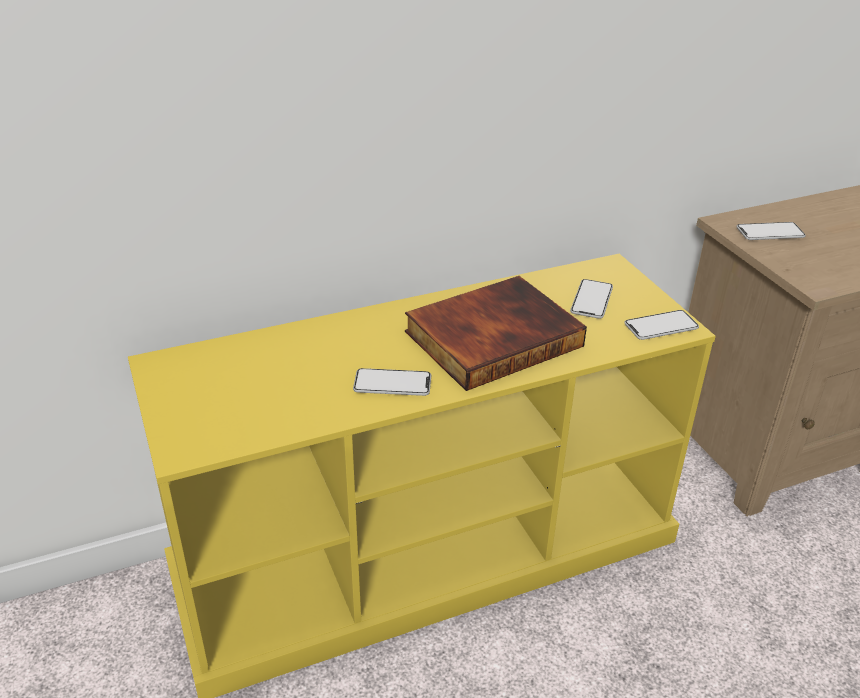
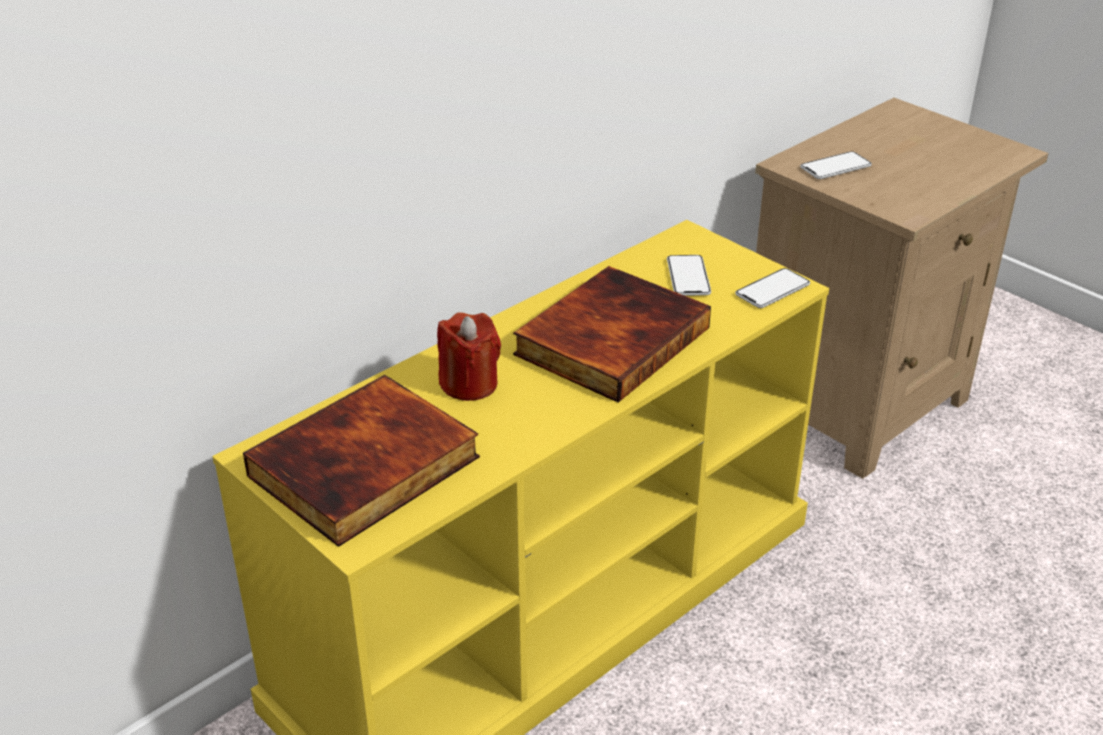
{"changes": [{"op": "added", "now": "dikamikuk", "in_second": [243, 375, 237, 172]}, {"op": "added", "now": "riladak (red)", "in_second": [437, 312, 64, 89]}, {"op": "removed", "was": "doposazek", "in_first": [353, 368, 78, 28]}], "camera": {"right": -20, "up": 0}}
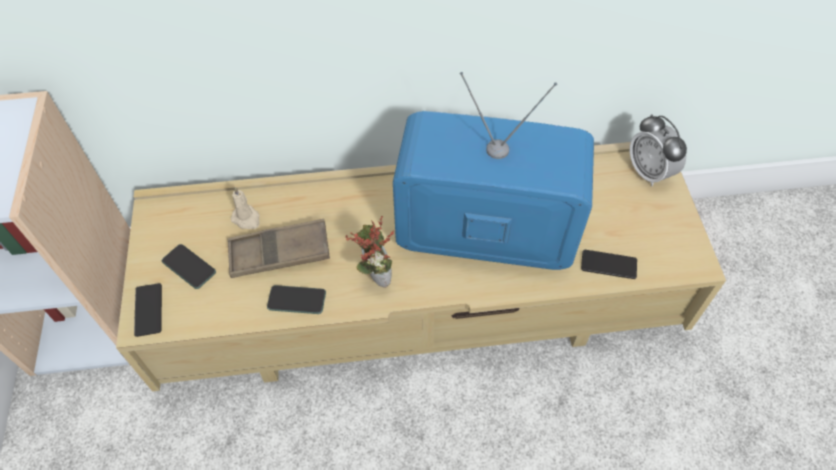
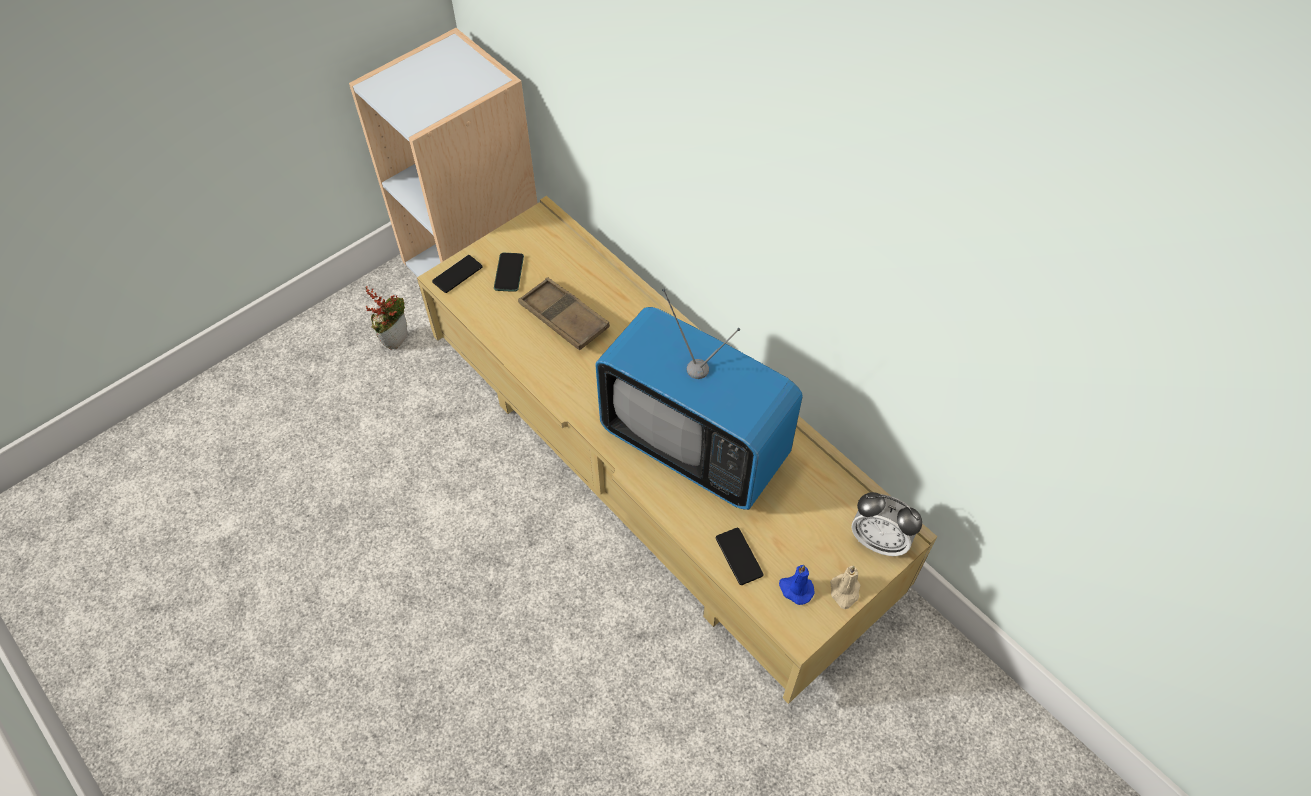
{"changes": [{"op": "moved", "was": "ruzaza", "in_first": [345, 216, 49, 72], "in_second": [365, 286, 42, 64]}, {"op": "turned", "was": "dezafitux", "in_first": [393, 72, 201, 198], "in_second": [595, 289, 208, 221], "clockwise": 150}, {"op": "added", "now": "riladak (blue)", "in_second": [779, 565, 36, 40]}, {"op": "moved", "was": "riladak (beige)", "in_first": [231, 187, 29, 42], "in_second": [830, 566, 30, 43]}, {"op": "turned", "was": "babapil", "in_first": [629, 114, 58, 73], "in_second": [851, 492, 71, 65], "clockwise": -90}, {"op": "removed", "was": "doposazek", "in_first": [267, 285, 59, 29]}], "camera": {"right": 55, "up": 0}}
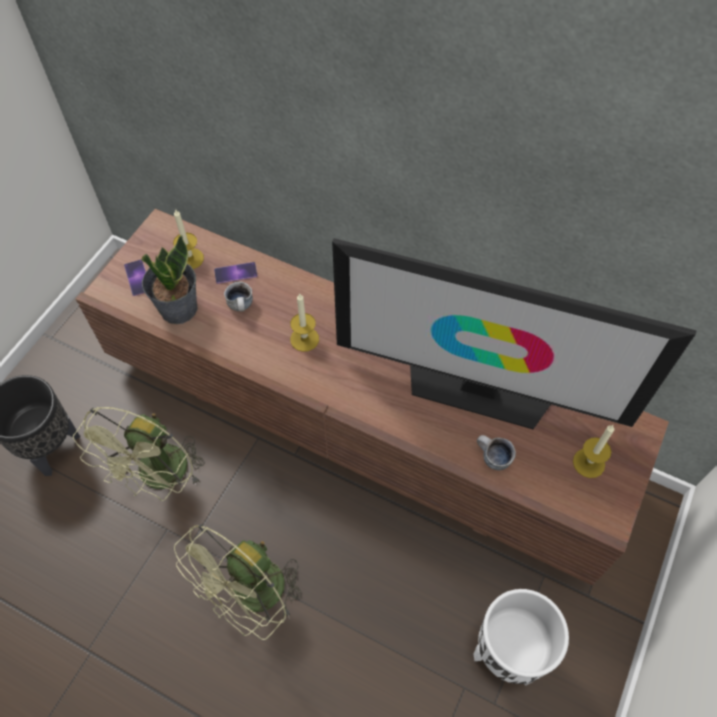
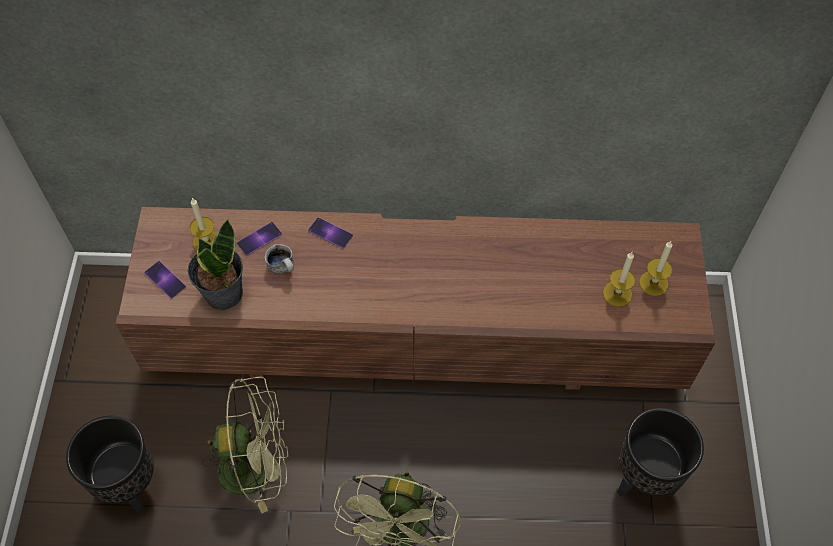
{"changes": [{"op": "turned", "was": "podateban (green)", "in_first": [73, 407, 132, 94], "in_second": [202, 377, 86, 137], "clockwise": -90}, {"op": "added", "now": "doposazek", "in_second": [308, 217, 45, 32]}, {"op": "moved", "was": "riladak", "in_first": [290, 293, 29, 59], "in_second": [603, 252, 32, 55]}, {"op": "recoloured", "was": "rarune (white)", "now": "rarune (black)", "in_first": [474, 589, 95, 97], "in_second": [617, 408, 87, 90]}, {"op": "removed", "was": "dezafitux", "in_first": [332, 238, 364, 191]}, {"op": "removed", "was": "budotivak", "in_first": [477, 435, 39, 35]}], "camera": {"right": -25, "up": 0}}
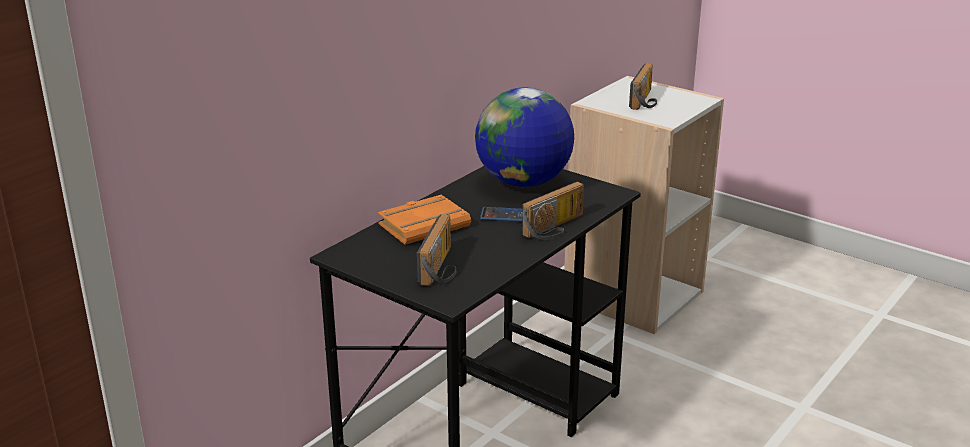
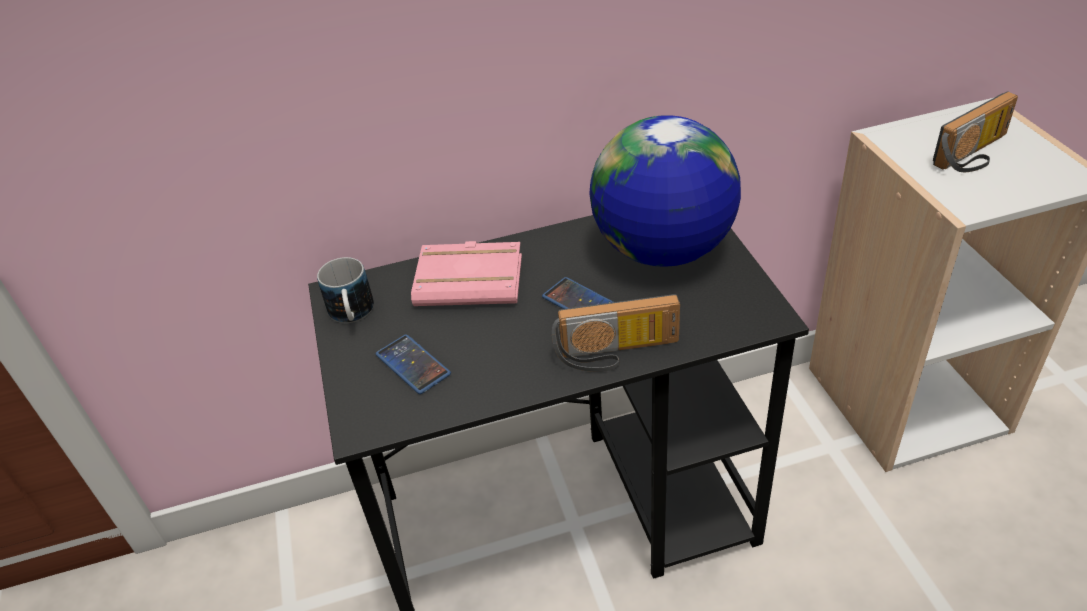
{"changes": [{"op": "added", "now": "budotivak", "in_second": [317, 257, 57, 66]}, {"op": "replaced", "was": "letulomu", "now": "doposazek", "in_first": [417, 214, 39, 72], "in_second": [376, 334, 75, 60]}, {"op": "recoloured", "was": "dikamikuk (orange)", "now": "dikamikuk (pink)", "in_first": [378, 195, 93, 50], "in_second": [411, 241, 111, 65]}], "camera": {"right": 40, "up": 15}}
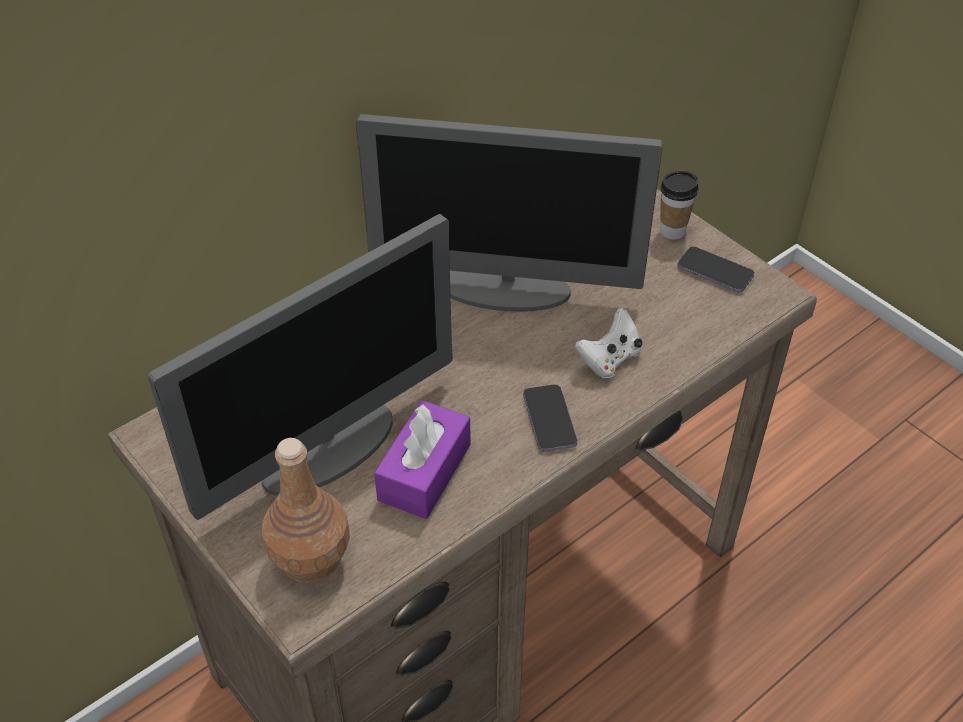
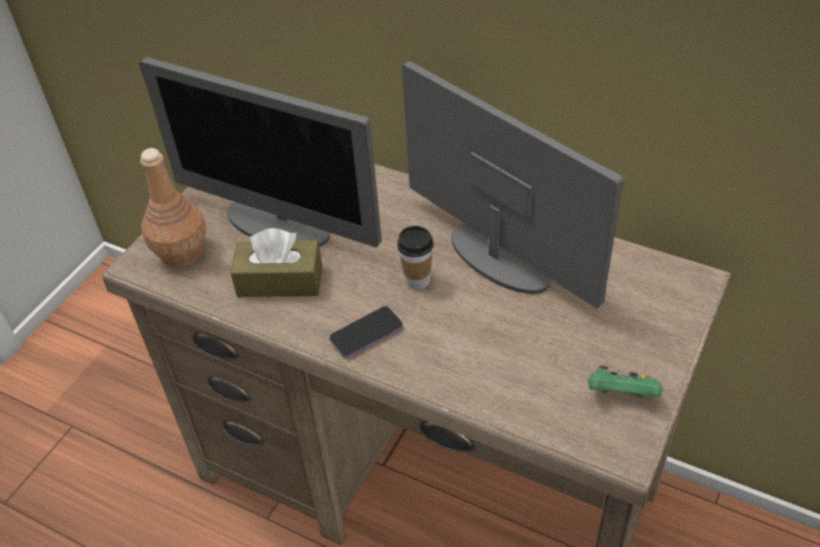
{"changes": [{"op": "recoloured", "was": "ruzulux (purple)", "now": "ruzulux (brown)", "in_first": [374, 400, 97, 119], "in_second": [231, 228, 91, 69]}, {"op": "moved", "was": "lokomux", "in_first": [660, 171, 39, 69], "in_second": [397, 226, 37, 64]}, {"op": "turned", "was": "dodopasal", "in_first": [356, 114, 307, 198], "in_second": [402, 61, 222, 247], "clockwise": 150}, {"op": "replaced", "was": "doposazek", "now": "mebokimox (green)", "in_first": [677, 247, 78, 46], "in_second": [588, 365, 74, 32]}, {"op": "removed", "was": "mebokimox (white)", "in_first": [575, 308, 67, 71]}], "camera": {"right": 70, "up": 0}}
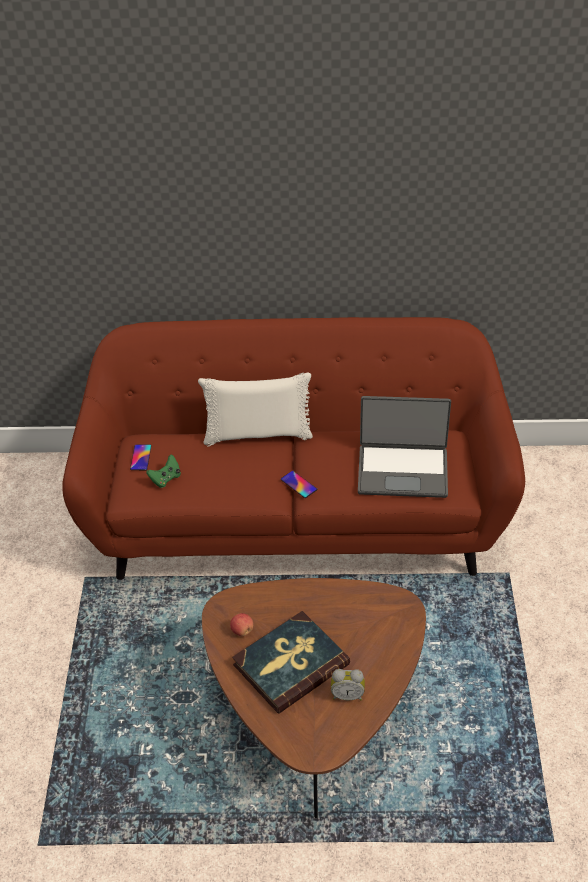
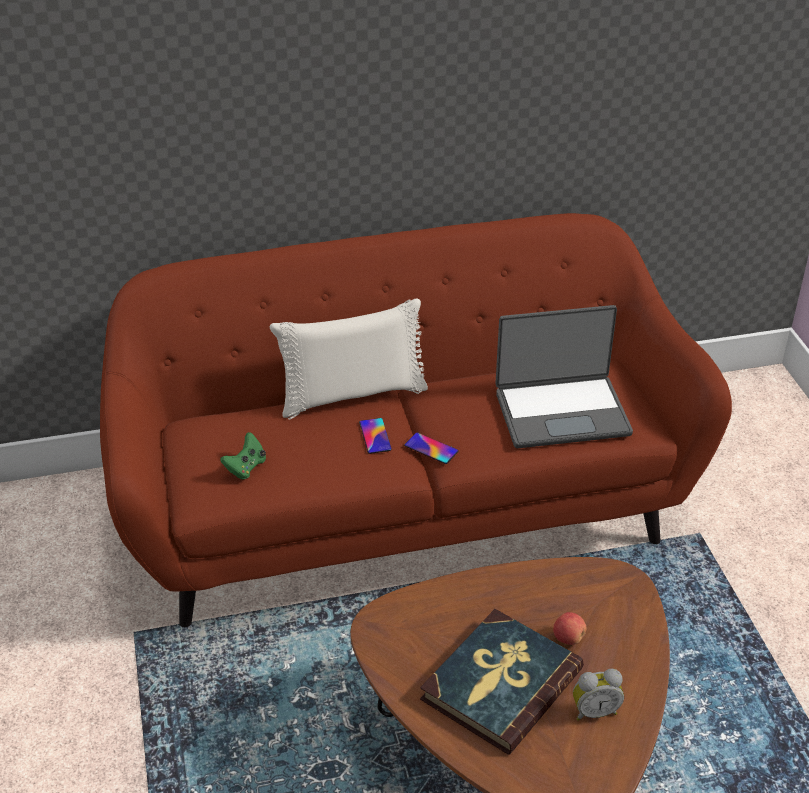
{"changes": [{"op": "moved", "was": "doposazek", "in_first": [130, 444, 21, 26], "in_second": [359, 418, 33, 36]}, {"op": "moved", "was": "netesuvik", "in_first": [230, 613, 23, 23], "in_second": [553, 612, 33, 33]}], "camera": {"right": -15, "up": -5}}
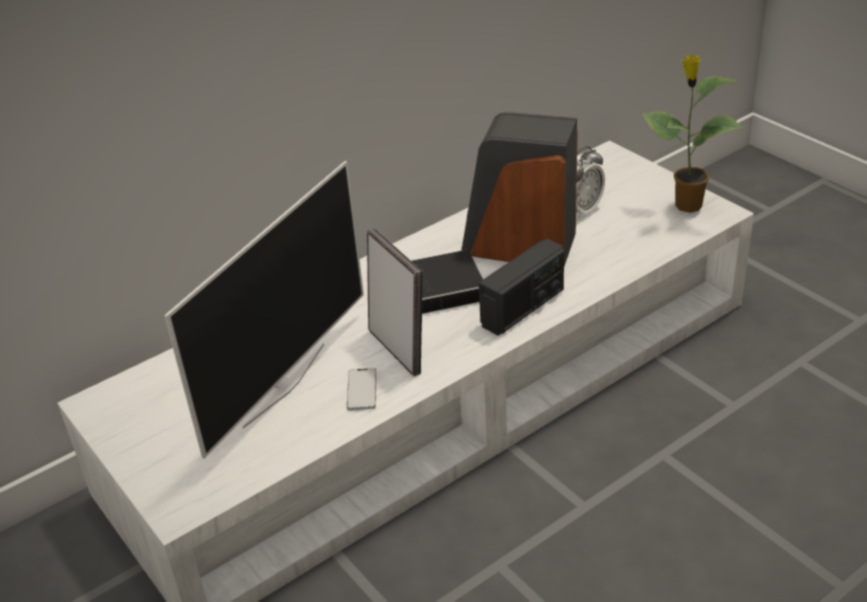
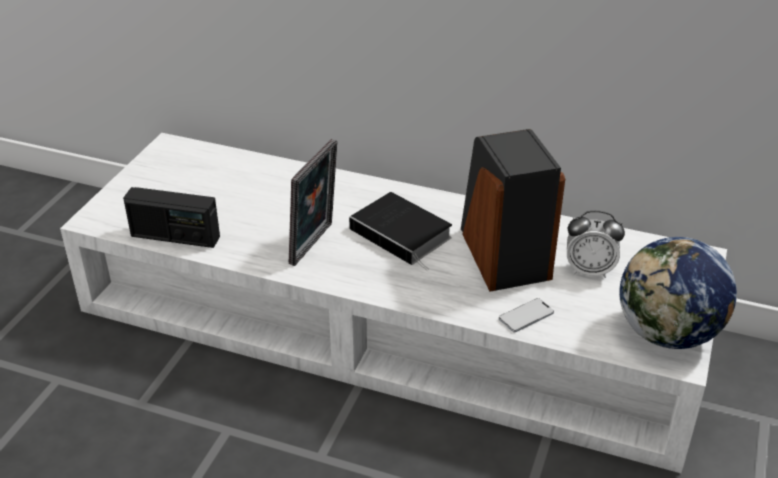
{"changes": [{"op": "moved", "was": "letulomu", "in_first": [479, 239, 85, 97], "in_second": [123, 187, 97, 61]}, {"op": "moved", "was": "doposazek", "in_first": [347, 368, 30, 43], "in_second": [499, 298, 55, 34]}, {"op": "replaced", "was": "ruzaza", "now": "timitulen", "in_first": [641, 55, 103, 158], "in_second": [619, 237, 118, 112]}, {"op": "removed", "was": "dezafitux", "in_first": [164, 161, 200, 298]}], "camera": {"right": 55, "up": 0}}
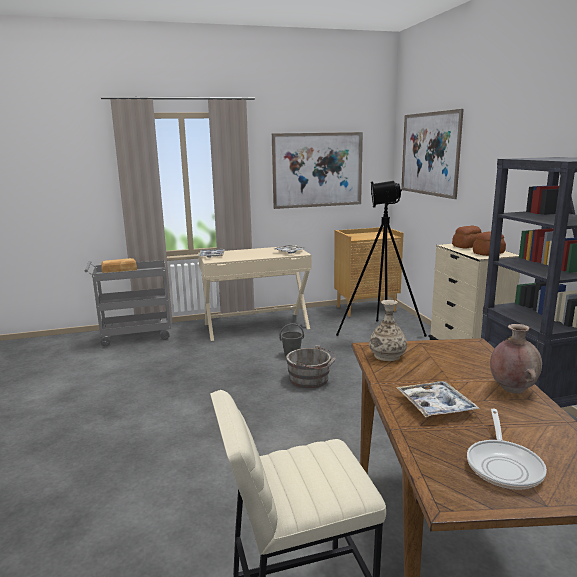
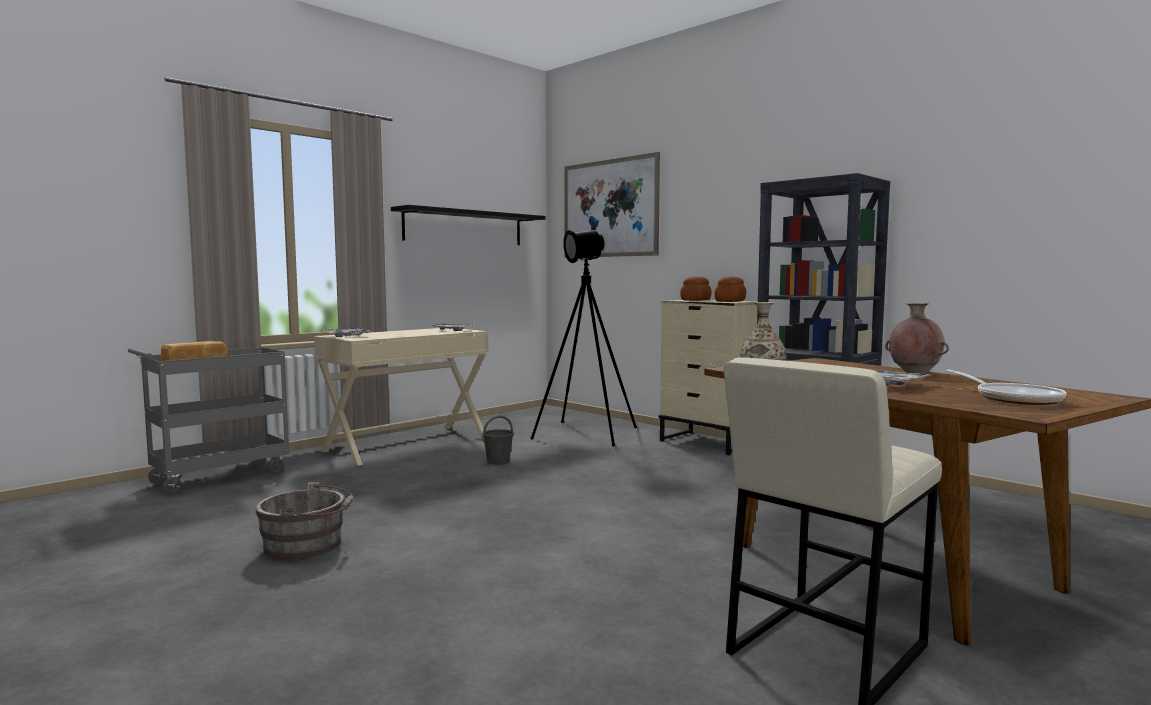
{"changes": [{"op": "moved", "was": "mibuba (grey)", "in_first": [286, 345, 50, 43], "in_second": [255, 482, 99, 78]}, {"op": "replaced", "was": "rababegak", "now": "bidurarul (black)", "in_first": [272, 132, 91, 77], "in_second": [391, 205, 155, 40]}, {"op": "removed", "was": "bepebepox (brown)", "in_first": [334, 227, 70, 90]}], "camera": {"right": -30, "up": -10}}
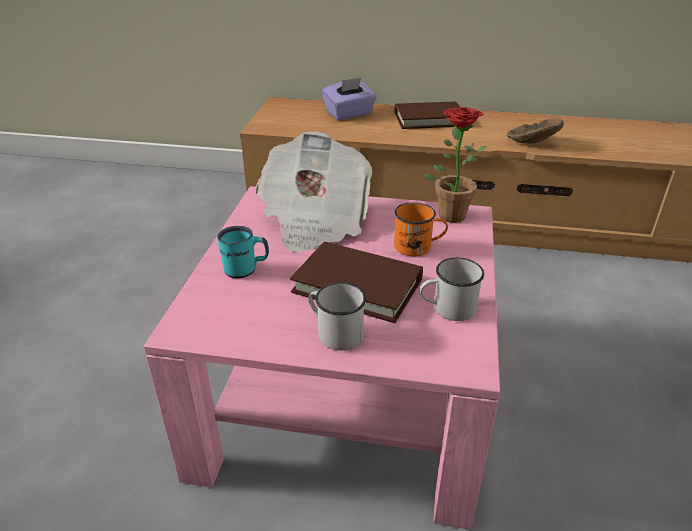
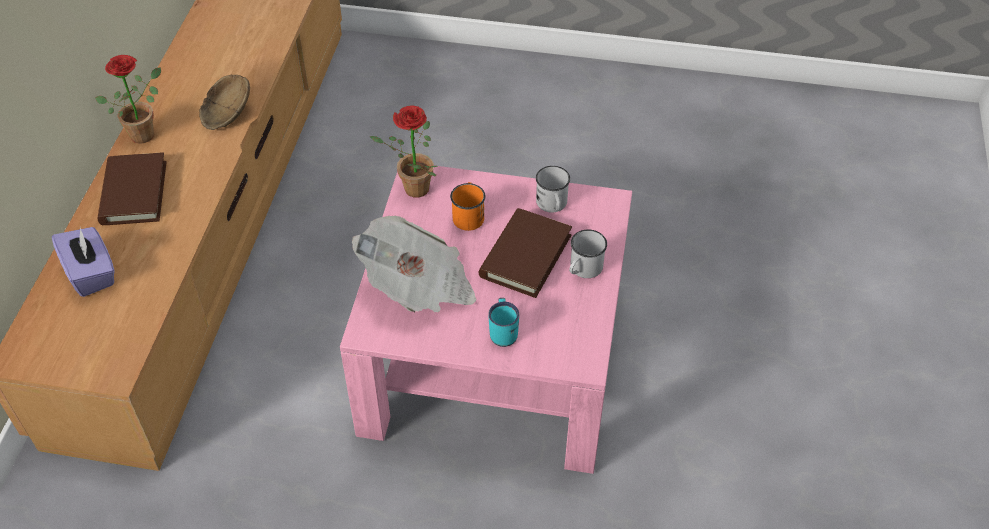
{"changes": [{"op": "added", "now": "ruzaza", "in_second": [95, 55, 66, 89]}], "camera": {"right": -90, "up": 15}}
